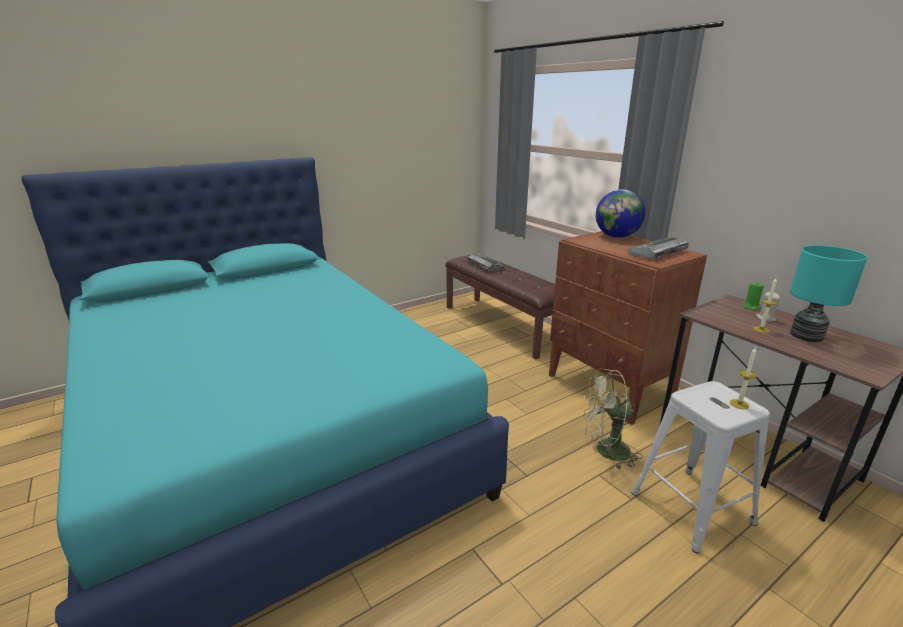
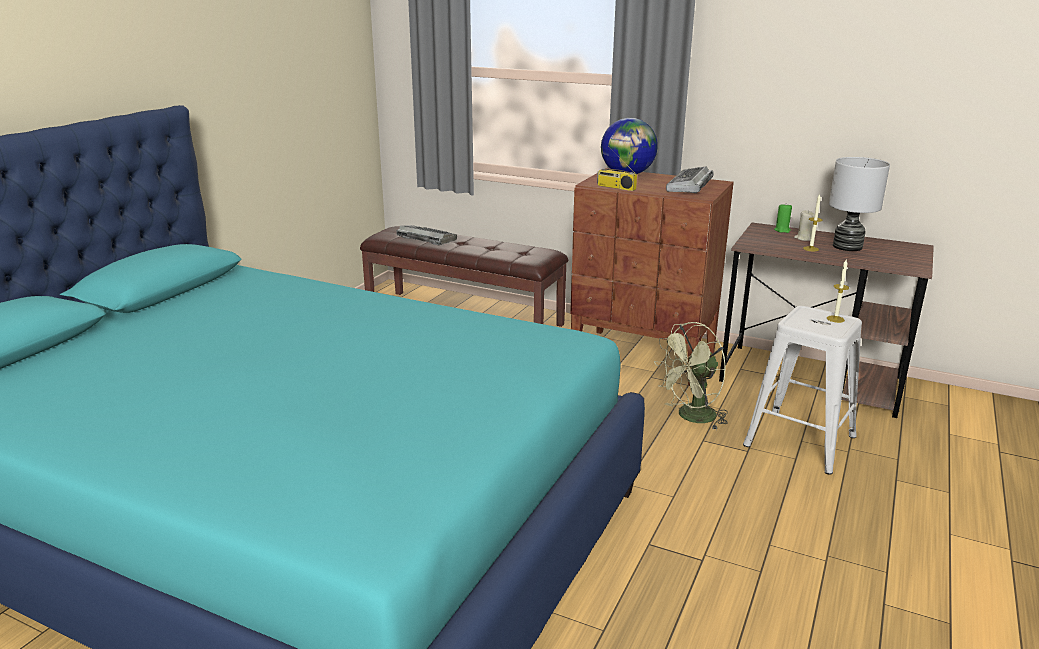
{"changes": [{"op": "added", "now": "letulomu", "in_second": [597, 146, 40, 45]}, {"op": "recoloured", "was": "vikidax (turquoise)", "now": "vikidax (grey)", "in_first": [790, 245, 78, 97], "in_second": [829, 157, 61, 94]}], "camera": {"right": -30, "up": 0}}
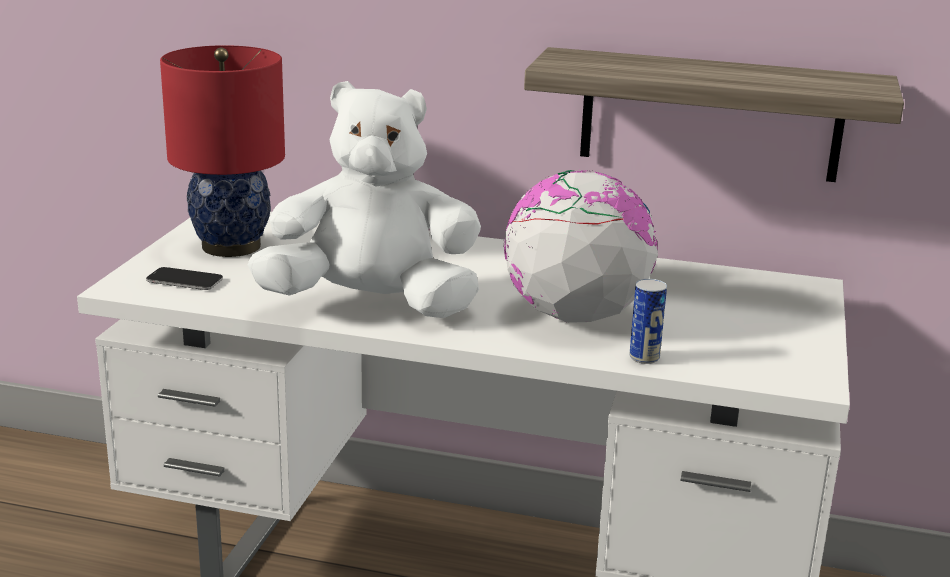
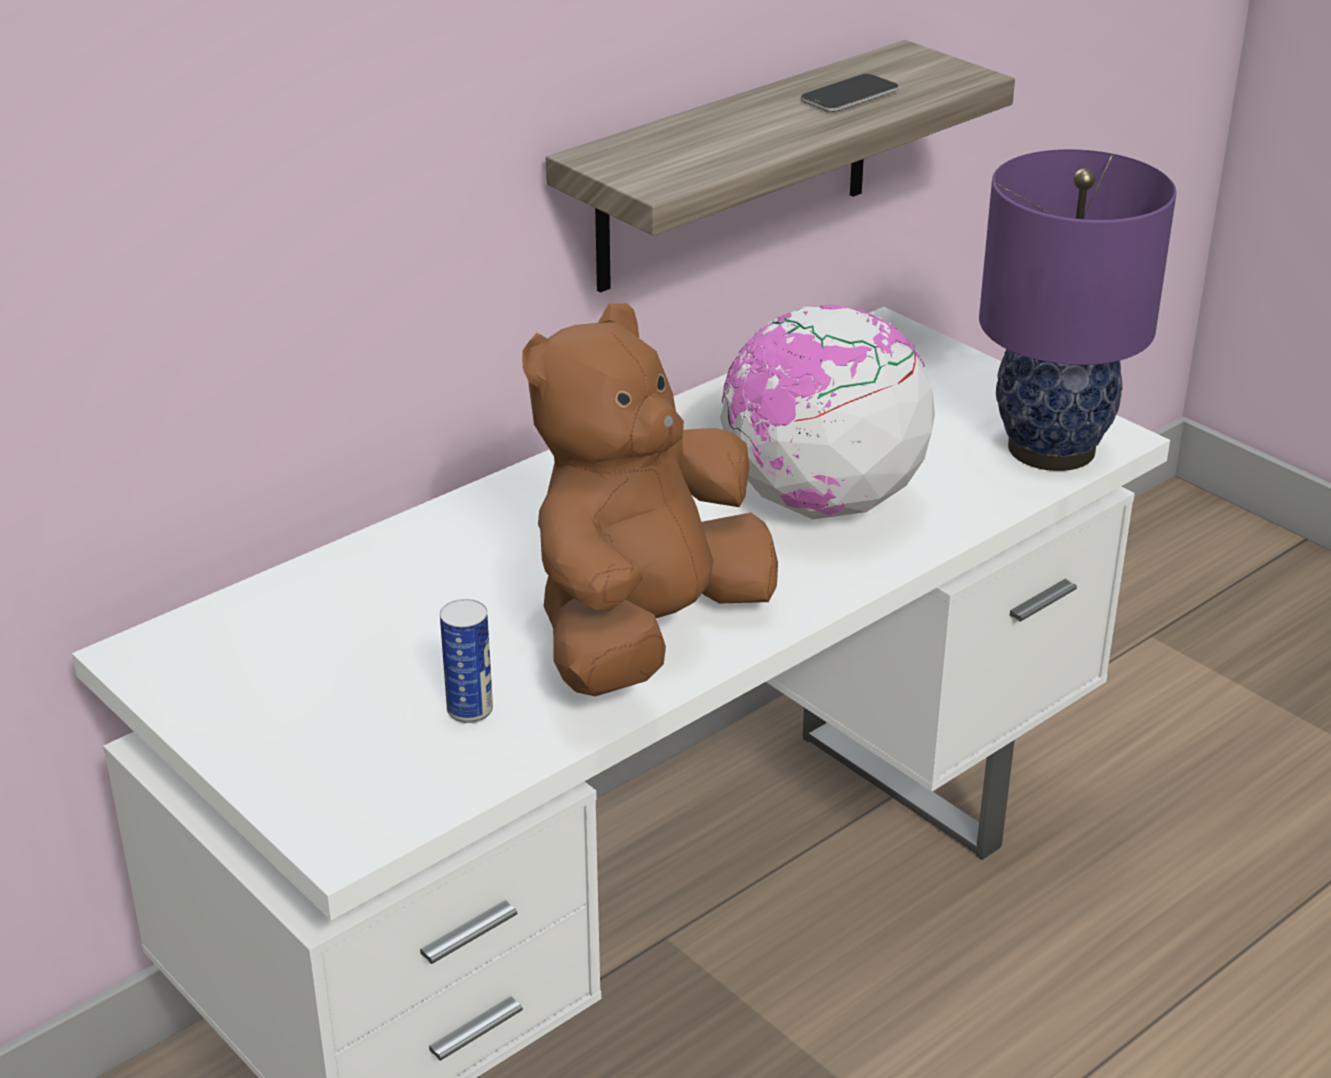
{"changes": [{"op": "moved", "was": "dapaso", "in_first": [629, 279, 38, 85], "in_second": [440, 599, 53, 124]}, {"op": "recoloured", "was": "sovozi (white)", "now": "sovozi (brown)", "in_first": [248, 81, 233, 237], "in_second": [522, 303, 256, 393]}, {"op": "moved", "was": "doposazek", "in_first": [146, 267, 77, 23], "in_second": [801, 74, 97, 38]}, {"op": "added", "now": "vikidax (purple)", "in_second": [979, 149, 197, 322]}, {"op": "removed", "was": "vikidax (red)", "in_first": [160, 45, 125, 212]}], "camera": {"right": -55, "up": 10}}
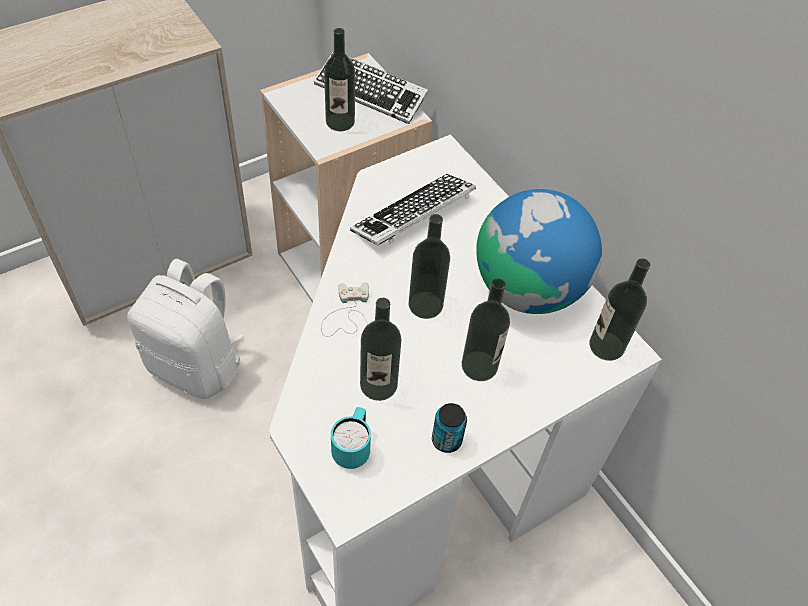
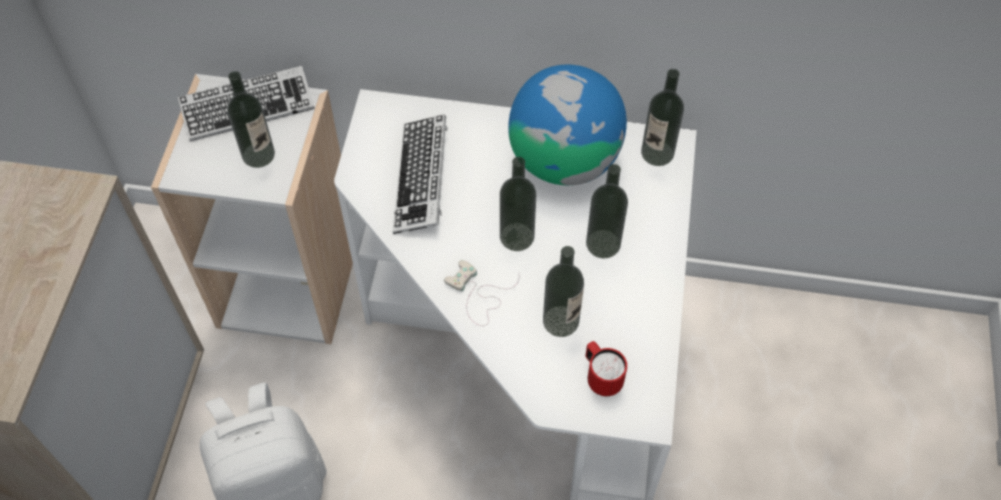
{"changes": [{"op": "recoloured", "was": "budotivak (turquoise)", "now": "budotivak (red)", "in_first": [331, 407, 40, 62], "in_second": [585, 341, 42, 55]}, {"op": "removed", "was": "dapaso", "in_first": [432, 403, 35, 50]}], "camera": {"right": -45, "up": 5}}
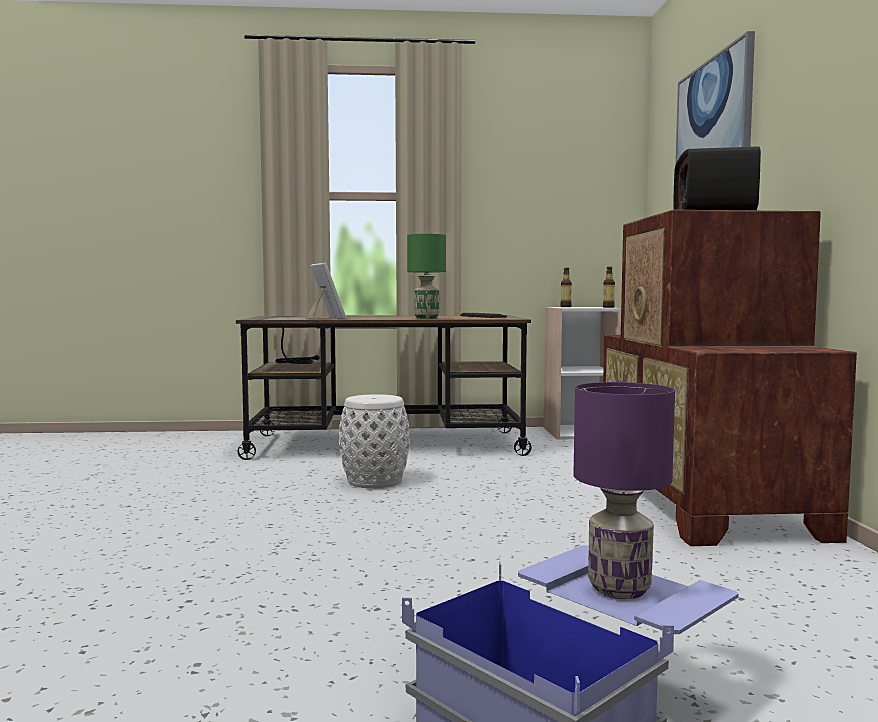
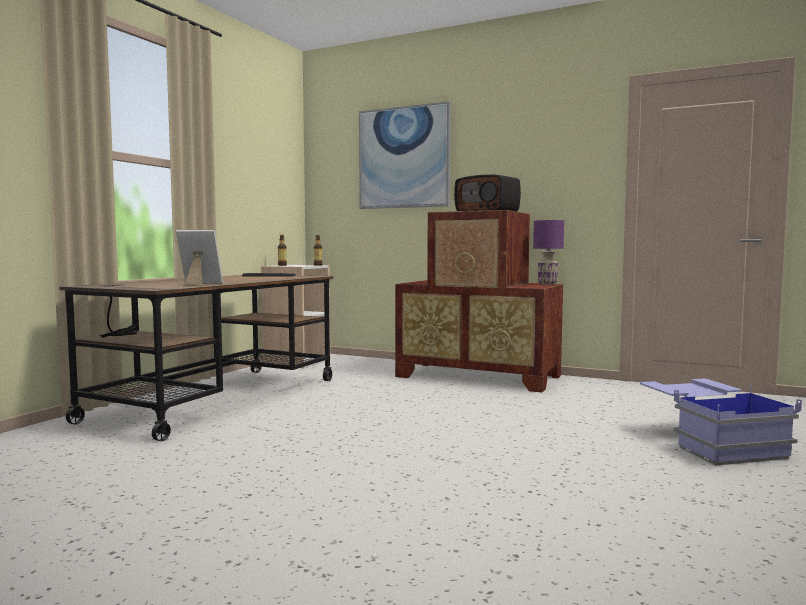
{"changes": [{"op": "moved", "was": "vikidax (purple)", "in_first": [574, 382, 101, 217], "in_second": [533, 220, 31, 65]}, {"op": "removed", "was": "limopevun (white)", "in_first": [339, 394, 71, 94]}, {"op": "removed", "was": "vikidax (green)", "in_first": [407, 234, 39, 85]}], "camera": {"right": -60, "up": 0}}
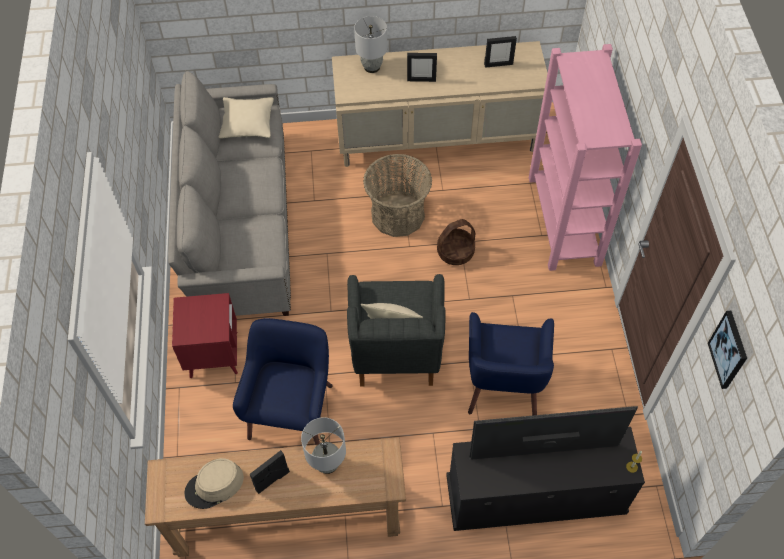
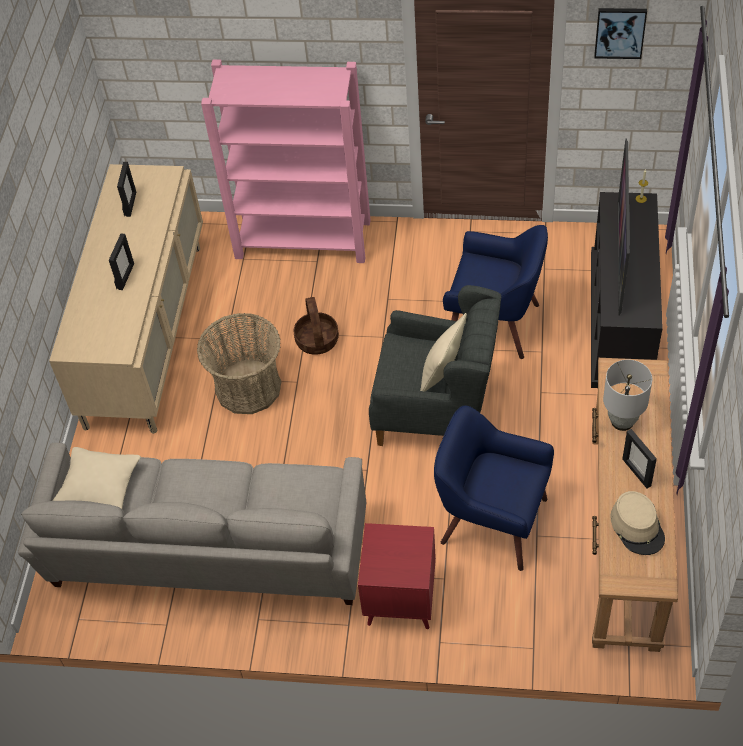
{"changes": [{"op": "removed", "was": "vikidax (white)", "in_first": [354, 16, 33, 57]}], "camera": {"right": -75, "up": -5}}
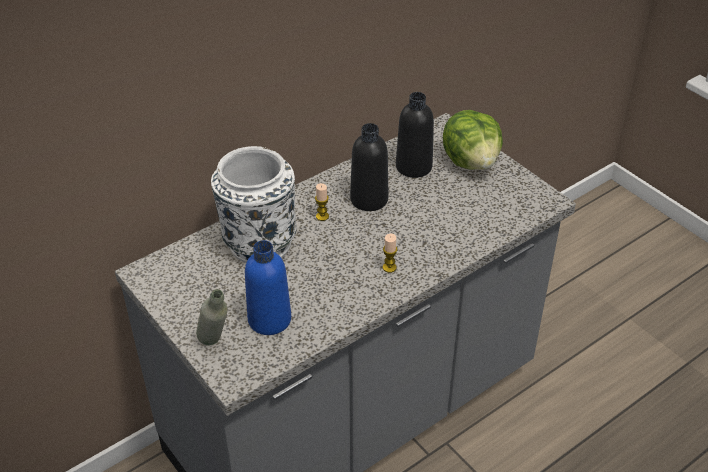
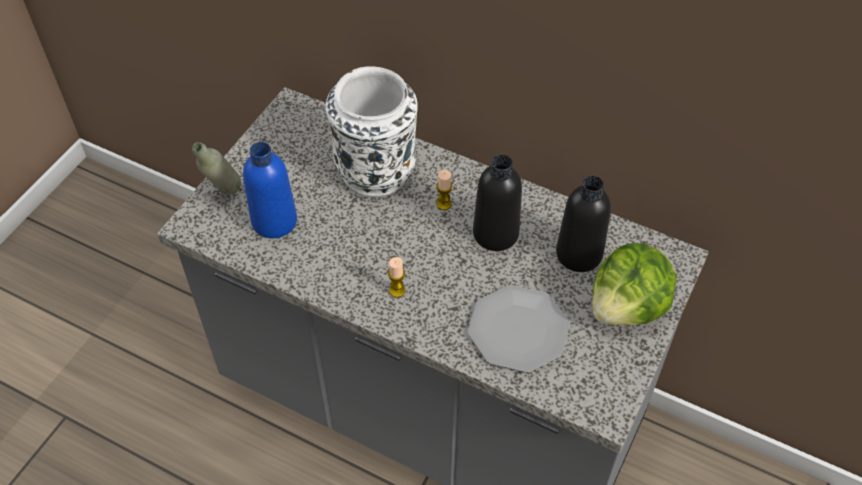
{"changes": [{"op": "added", "now": "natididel", "in_second": [468, 285, 102, 88]}], "camera": {"right": 65, "up": 10}}
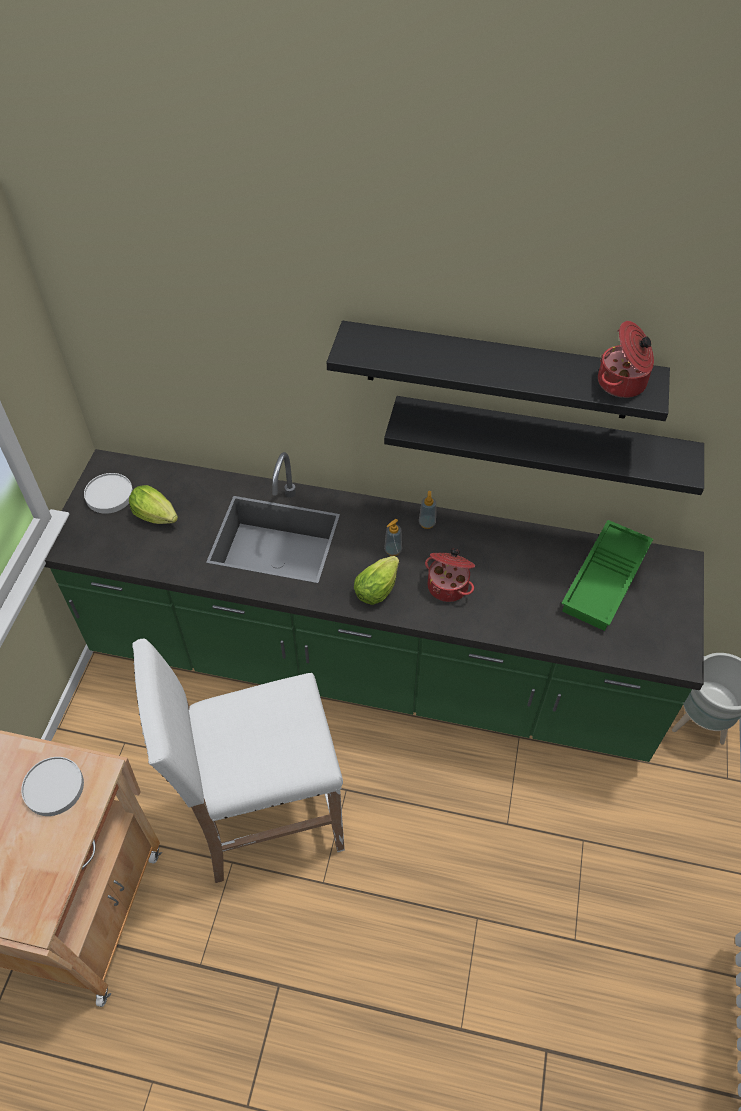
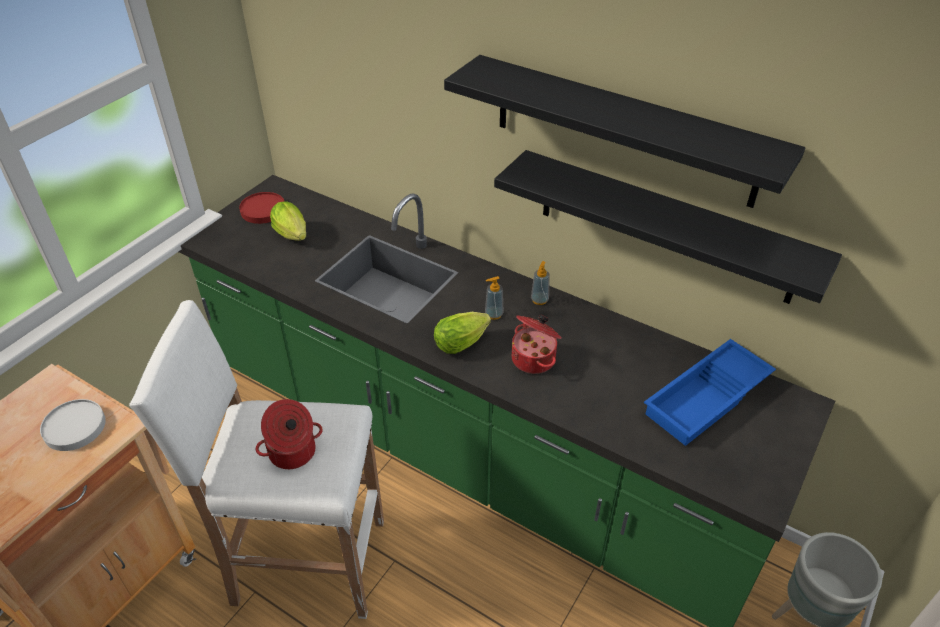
{"changes": [{"op": "recoloured", "was": "natididel (white)", "now": "natididel (red)", "in_first": [84, 473, 49, 41], "in_second": [239, 192, 46, 32]}, {"op": "moved", "was": "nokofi", "in_first": [598, 321, 56, 77], "in_second": [256, 399, 67, 70]}, {"op": "recoloured", "was": "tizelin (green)", "now": "tizelin (blue)", "in_first": [561, 520, 92, 111], "in_second": [644, 339, 132, 107]}], "camera": {"right": 20, "up": -10}}
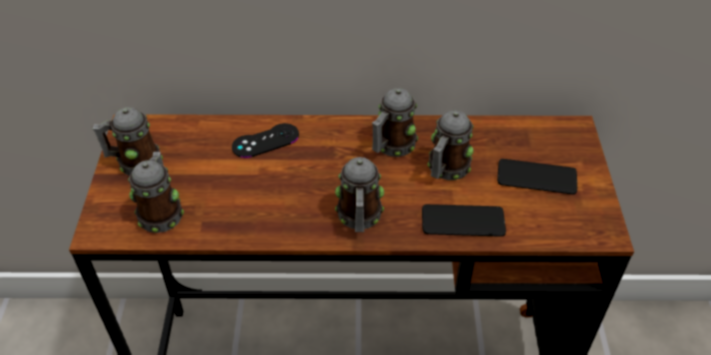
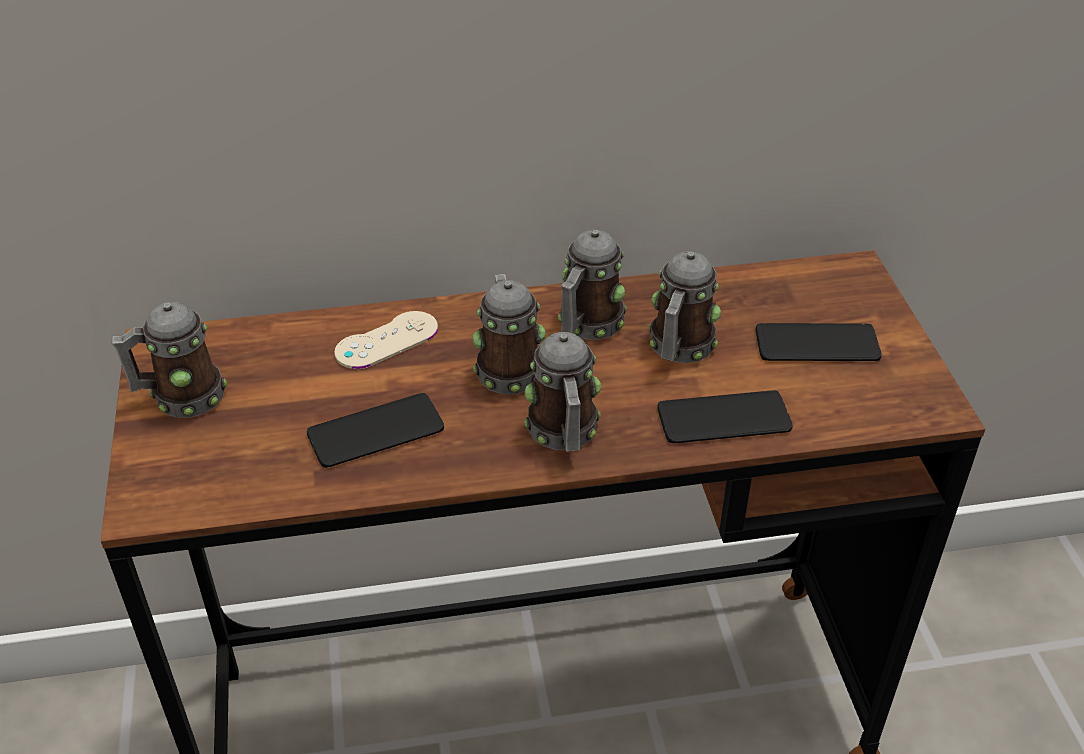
{"changes": [{"op": "added", "now": "doposazek", "in_second": [307, 393, 137, 75]}, {"op": "recoloured", "was": "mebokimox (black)", "now": "mebokimox (beige)", "in_first": [232, 123, 67, 35], "in_second": [334, 311, 104, 58]}, {"op": "moved", "was": "budotivak", "in_first": [128, 152, 56, 81], "in_second": [472, 274, 74, 120]}], "camera": {"right": -10, "up": -5}}
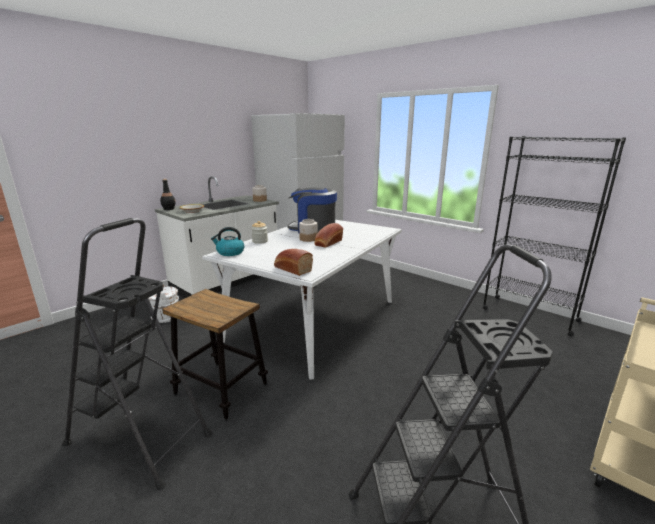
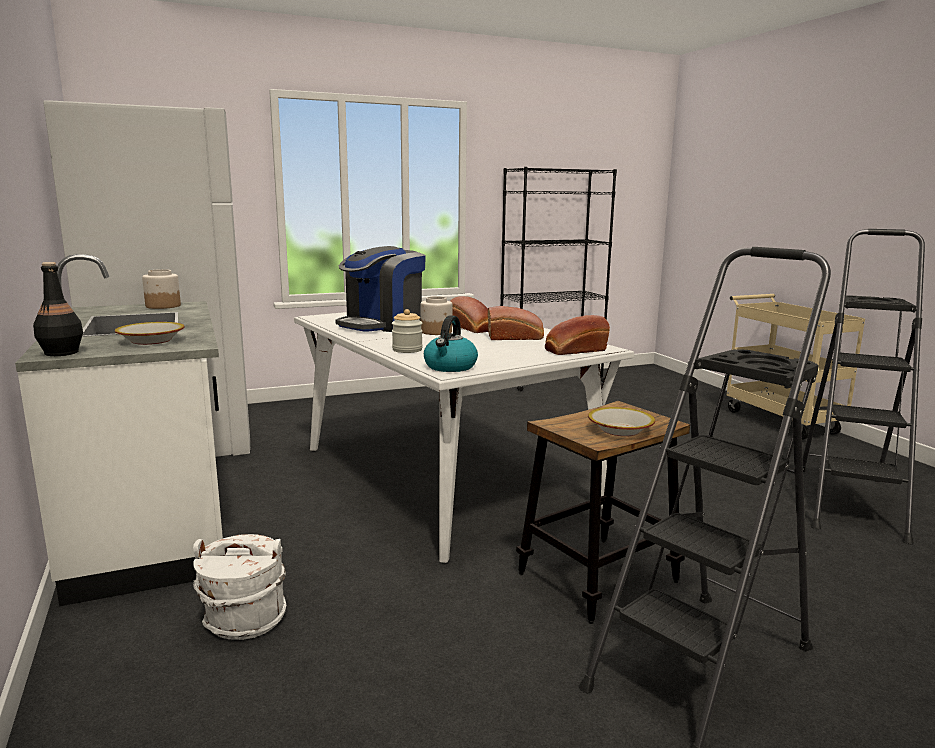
{"changes": [{"op": "added", "now": "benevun", "in_second": [488, 306, 56, 34]}, {"op": "added", "now": "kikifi", "in_second": [588, 407, 67, 29]}], "camera": {"right": -65, "up": -5}}
